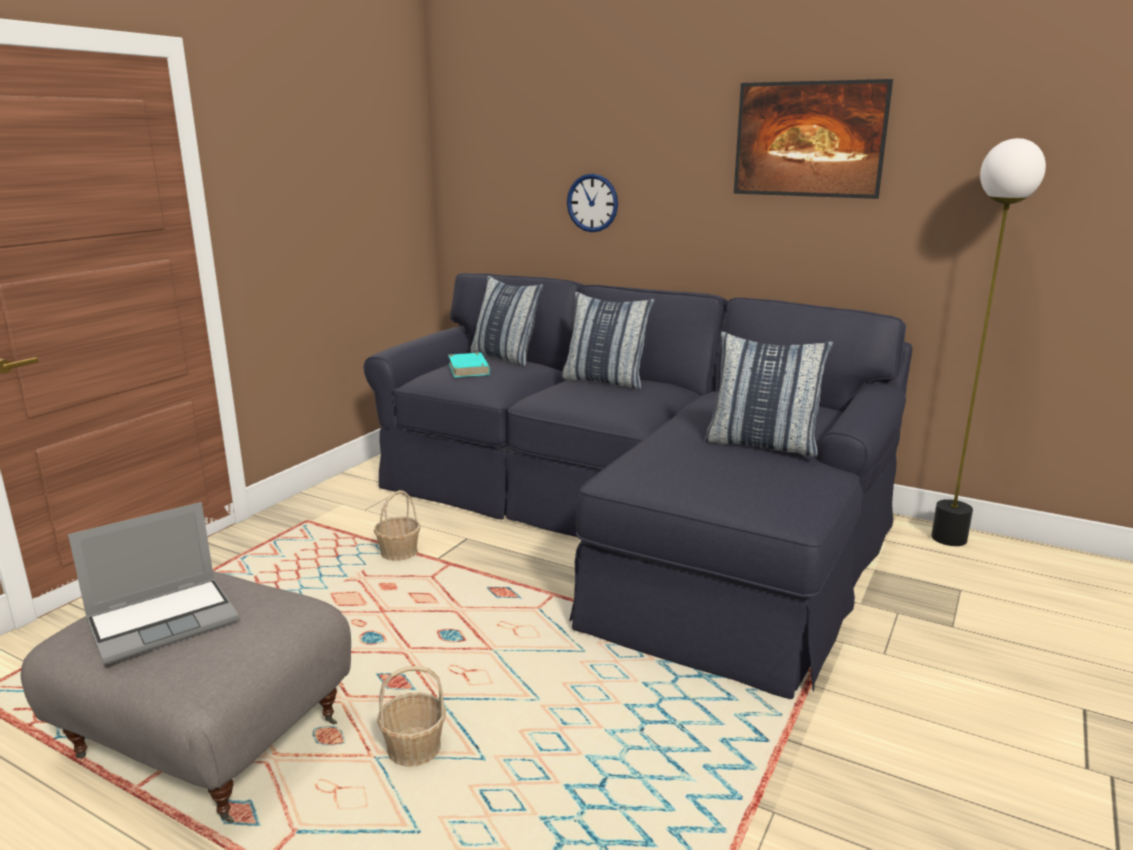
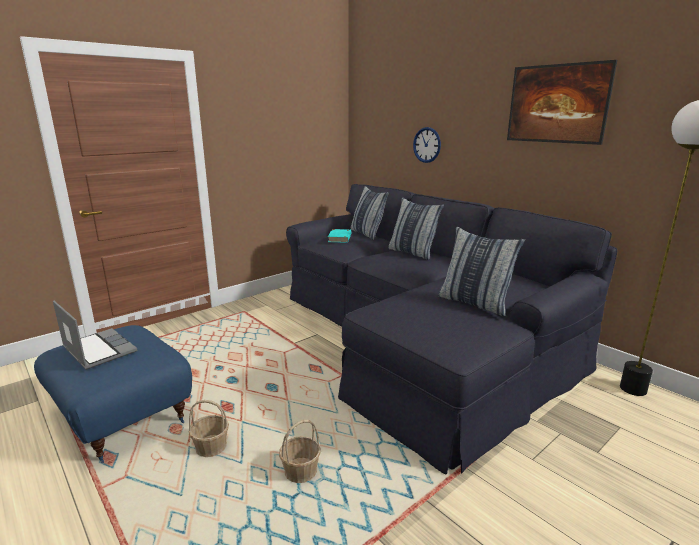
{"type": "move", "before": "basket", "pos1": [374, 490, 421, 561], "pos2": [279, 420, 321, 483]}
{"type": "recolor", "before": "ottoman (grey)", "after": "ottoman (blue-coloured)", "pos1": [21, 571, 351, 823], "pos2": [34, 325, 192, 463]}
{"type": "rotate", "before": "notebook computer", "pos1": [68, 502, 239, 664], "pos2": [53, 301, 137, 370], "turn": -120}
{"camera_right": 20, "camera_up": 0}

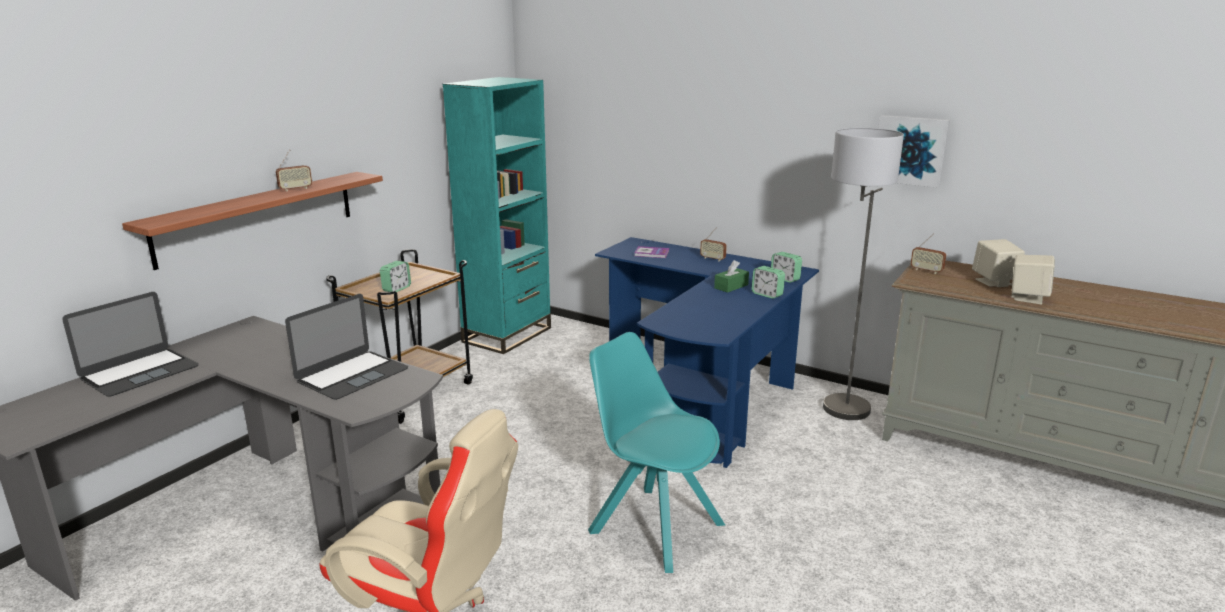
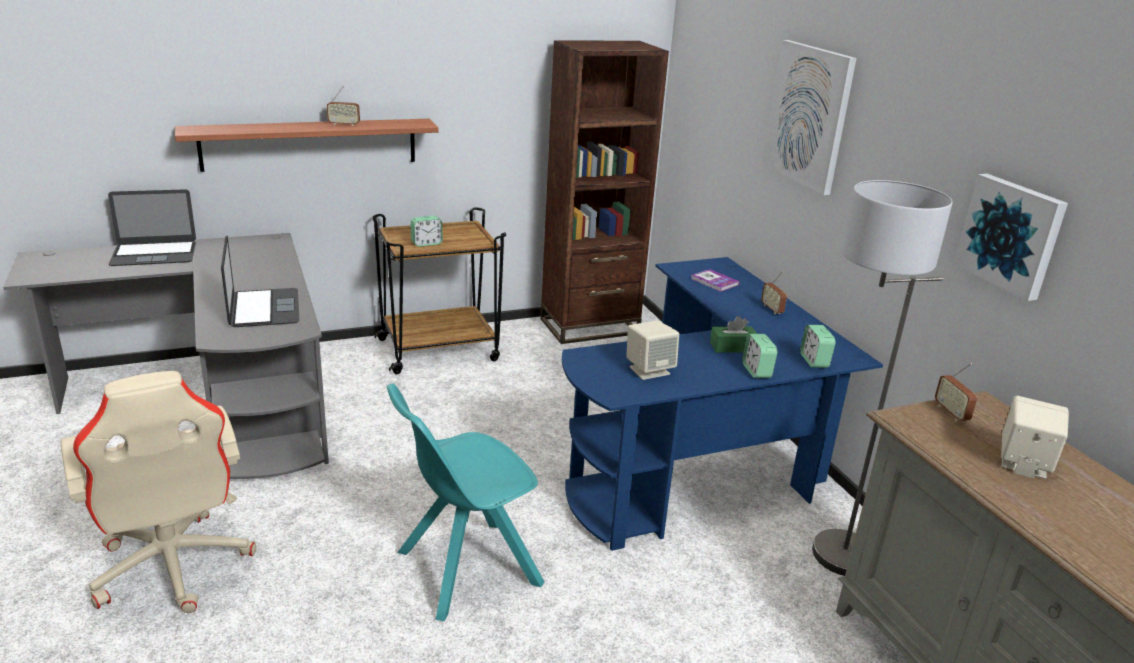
{"type": "insert", "after": "wall picture", "pos2": [763, 40, 857, 195]}
{"type": "move", "before": "speaker (beige-coloured)", "pos1": [1011, 255, 1055, 305], "pos2": [626, 320, 679, 380]}
{"type": "recolor", "before": "bookcase (blue-green)", "after": "bookcase (brownish)", "pos1": [443, 77, 551, 354], "pos2": [540, 41, 669, 344]}
{"type": "rotate", "before": "notebook computer", "pos1": [285, 294, 408, 400], "pos2": [221, 236, 299, 327], "turn": -90}
{"type": "rotate", "before": "plain chair (blue-green)", "pos1": [588, 332, 725, 573], "pos2": [387, 383, 545, 621], "turn": -105}
{"camera_right": 35, "camera_up": 5}

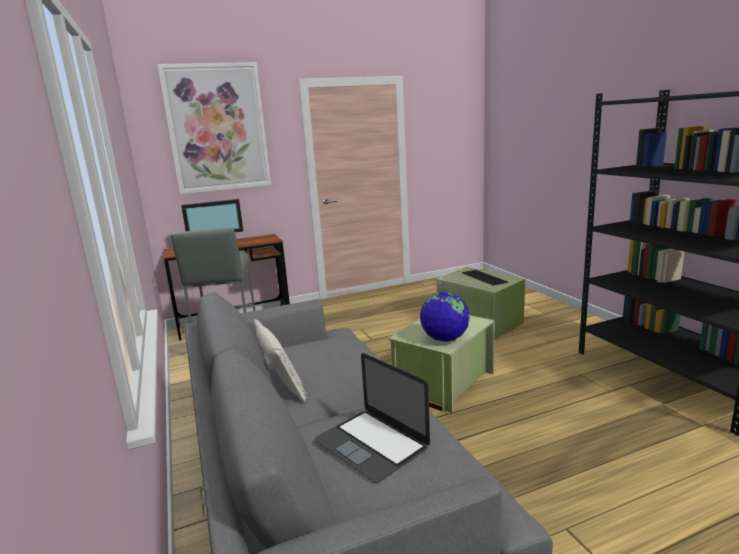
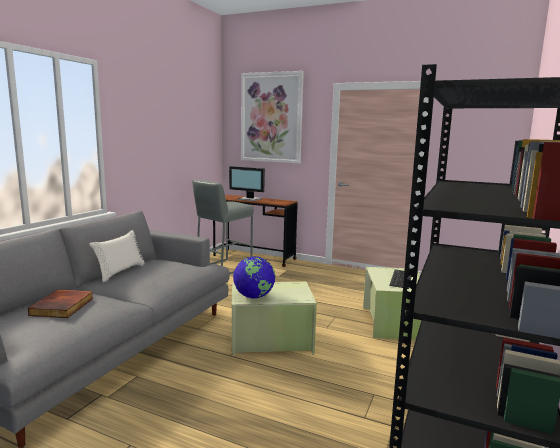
{"type": "replace", "before": "notebook computer", "after": "volume", "pos1": [315, 353, 430, 483], "pos2": [28, 290, 94, 318]}
{"camera_right": 45, "camera_up": -5}

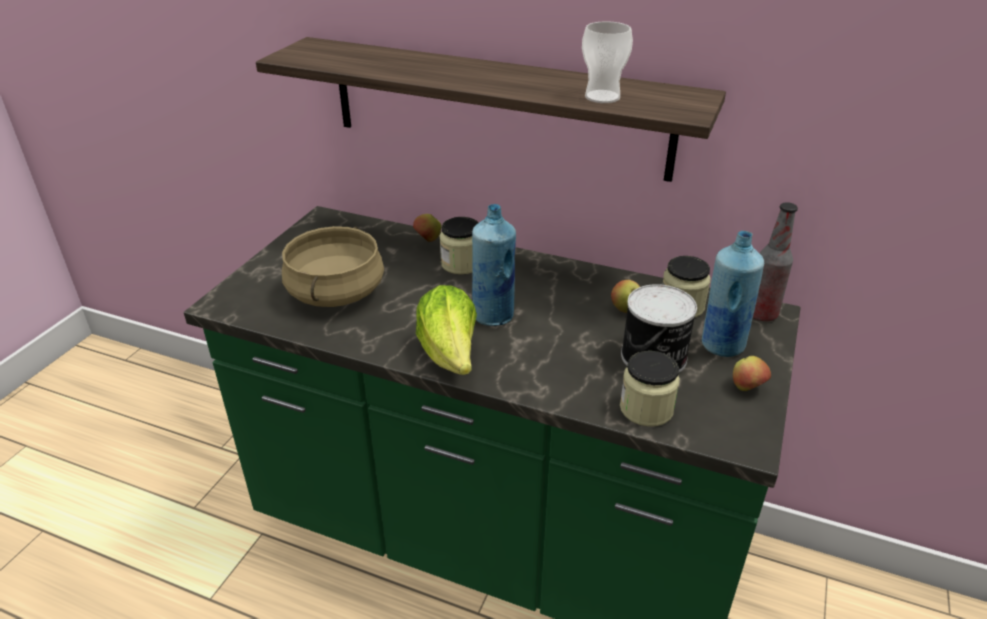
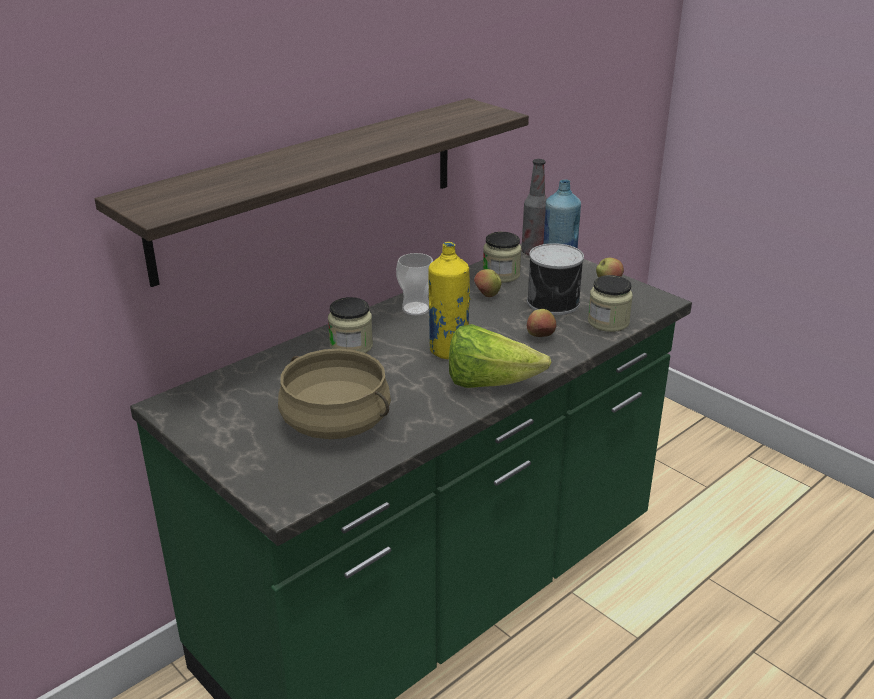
{"type": "move", "before": "whole apple", "pos1": [413, 214, 441, 242], "pos2": [527, 309, 556, 337]}
{"type": "move", "before": "small cup", "pos1": [582, 21, 633, 103], "pos2": [396, 253, 433, 315]}
{"type": "recolor", "before": "bottle (blue-coloured)", "after": "bottle (yellow)", "pos1": [472, 204, 516, 326], "pos2": [429, 242, 471, 359]}
{"camera_right": -65, "camera_up": -5}

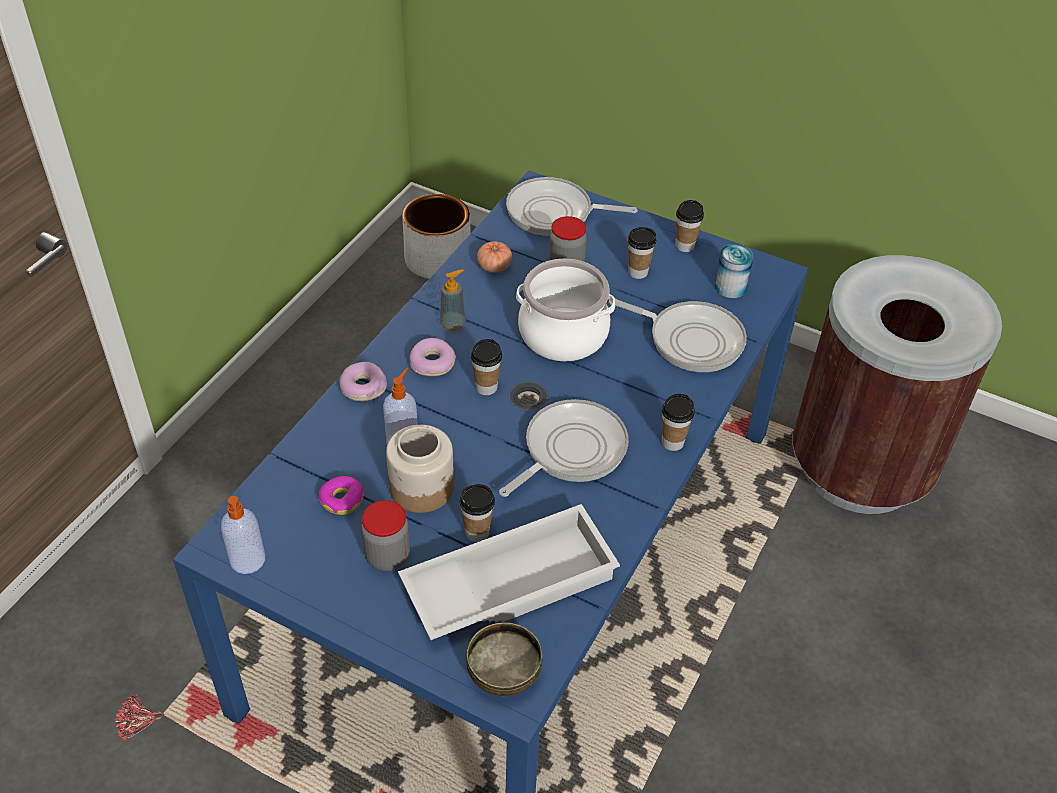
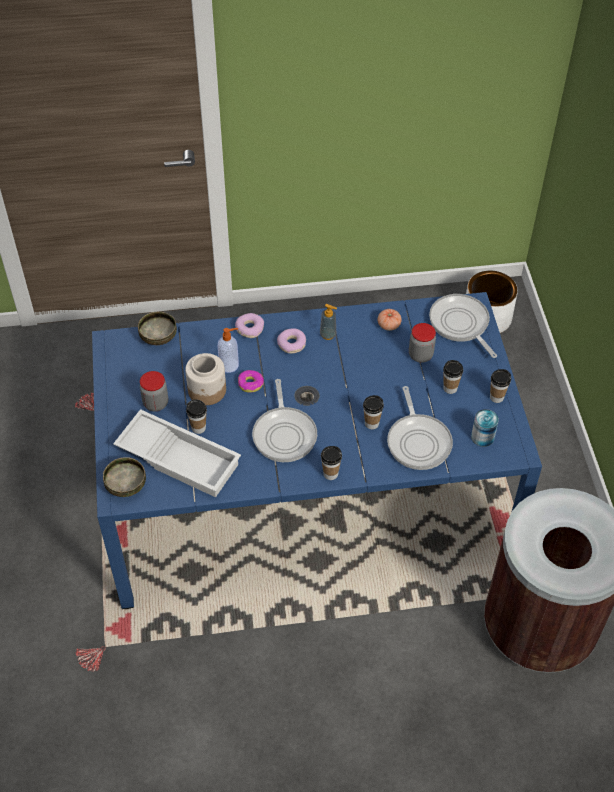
{"type": "delete", "before": "soap dispenser", "pos1": [221, 496, 265, 574]}
{"type": "delete", "before": "stockpot", "pos1": [516, 259, 615, 362]}
{"type": "insert", "after": "bowl", "pos2": [138, 312, 177, 345]}
{"type": "move", "before": "donut", "pos1": [319, 476, 364, 515], "pos2": [238, 370, 264, 393]}
{"type": "move", "before": "small cup", "pos1": [471, 339, 502, 395], "pos2": [363, 395, 384, 429]}
{"type": "rotate", "before": "frying pan", "pos1": [499, 399, 629, 497], "pos2": [252, 379, 317, 462], "turn": 75}
{"camera_right": 55, "camera_up": 5}

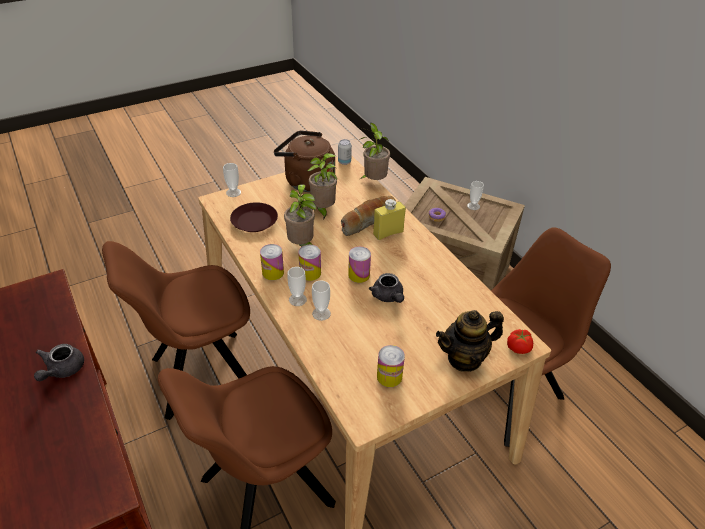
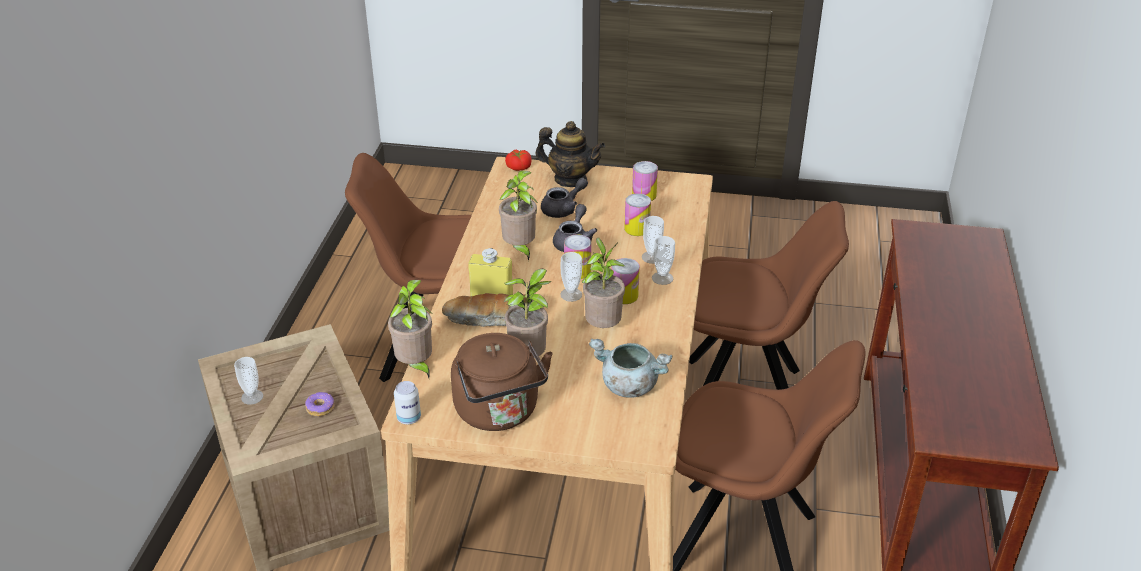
{"type": "insert", "after": "potted plant", "pos2": [499, 171, 538, 261]}
{"type": "move", "before": "tea pot (grey)", "pos1": [34, 344, 84, 381], "pos2": [541, 178, 588, 218]}
{"type": "move", "before": "small cup", "pos1": [223, 163, 241, 197], "pos2": [560, 252, 582, 302]}
{"type": "move", "before": "can", "pos1": [260, 244, 284, 280], "pos2": [624, 193, 651, 236]}
{"type": "replace", "before": "plate (brownish)", "after": "stockpot (grey)", "pos1": [230, 202, 278, 232], "pos2": [589, 339, 672, 398]}
{"camera_right": -140, "camera_up": -5}

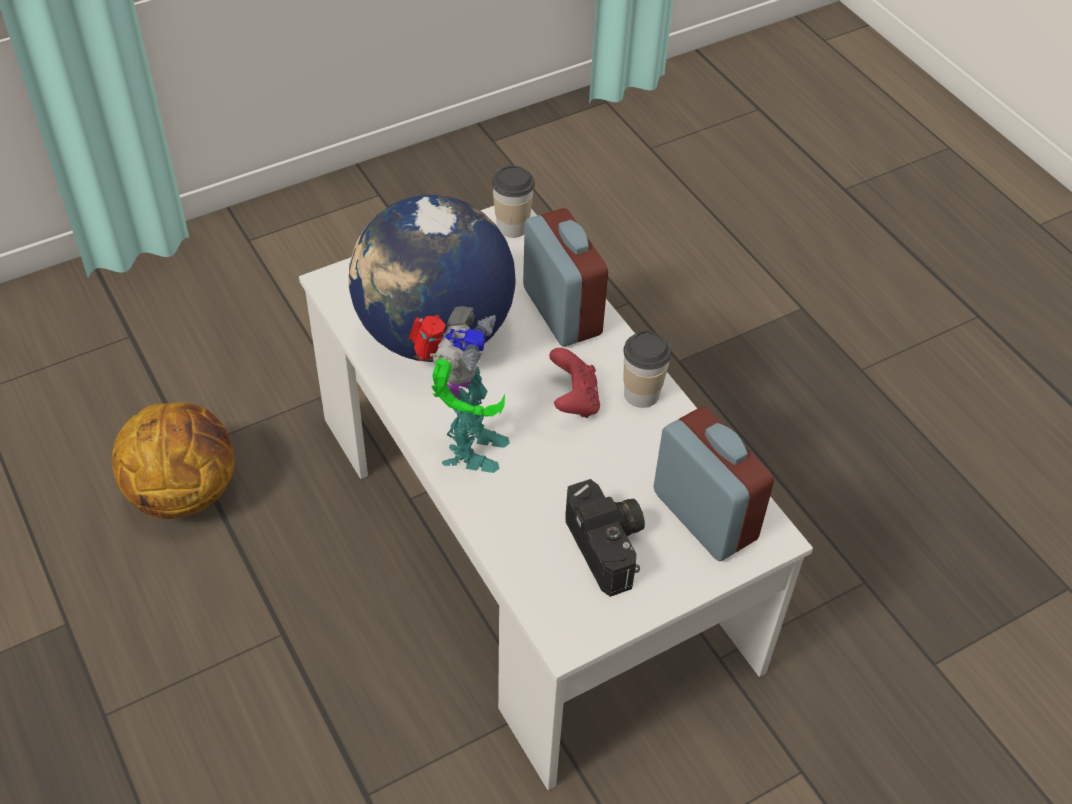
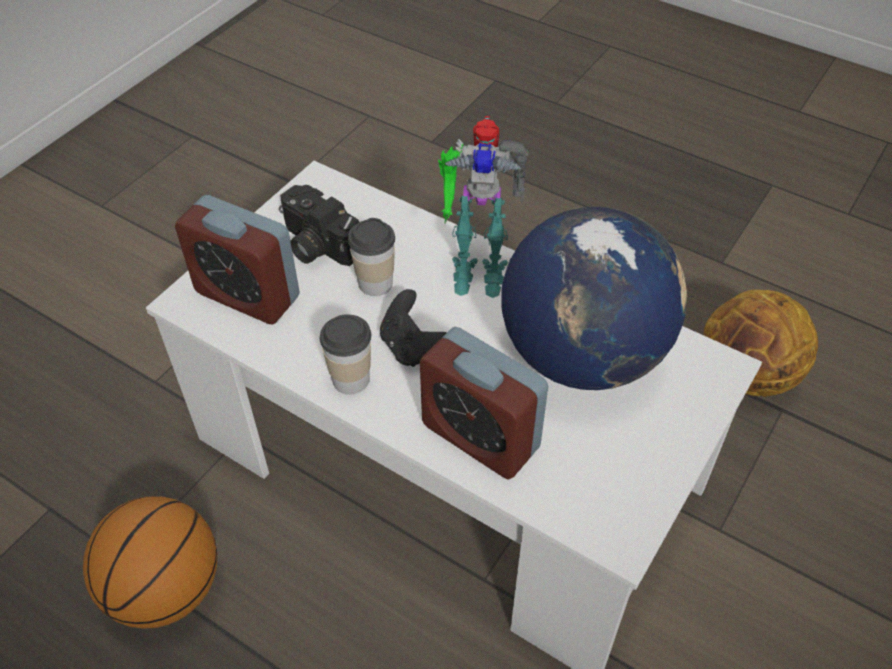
{"type": "insert", "after": "ball for basketball", "pos2": [83, 496, 217, 629]}
{"type": "move", "before": "small cup", "pos1": [492, 165, 535, 238], "pos2": [348, 218, 395, 296]}
{"type": "recolor", "before": "gamepad (red-coloured)", "after": "gamepad (blackish)", "pos1": [549, 348, 600, 418], "pos2": [380, 289, 447, 367]}
{"type": "rotate", "before": "model robot", "pos1": [409, 306, 510, 473], "pos2": [438, 116, 529, 298], "turn": -75}
{"camera_right": 155, "camera_up": 0}

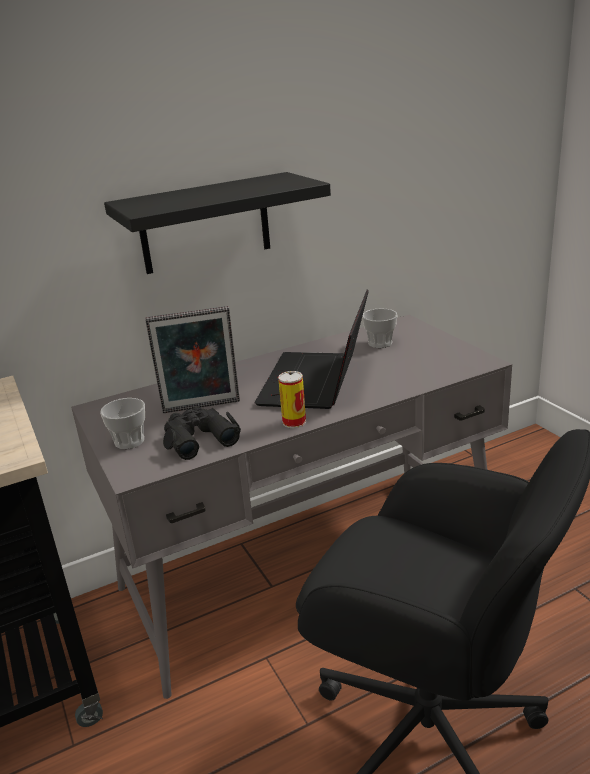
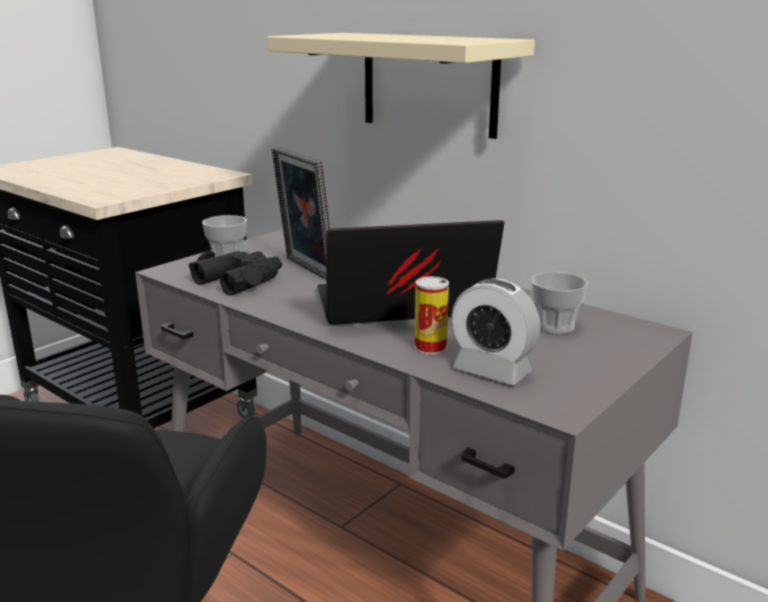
{"type": "insert", "after": "table clock", "pos2": [451, 278, 540, 385]}
{"type": "move", "before": "can", "pos1": [278, 371, 306, 428], "pos2": [414, 276, 449, 355]}
{"type": "recolor", "before": "wall shelf (blackish)", "after": "wall shelf (beige-coloured)", "pos1": [104, 172, 331, 274], "pos2": [267, 33, 535, 139]}
{"camera_right": 65, "camera_up": -5}

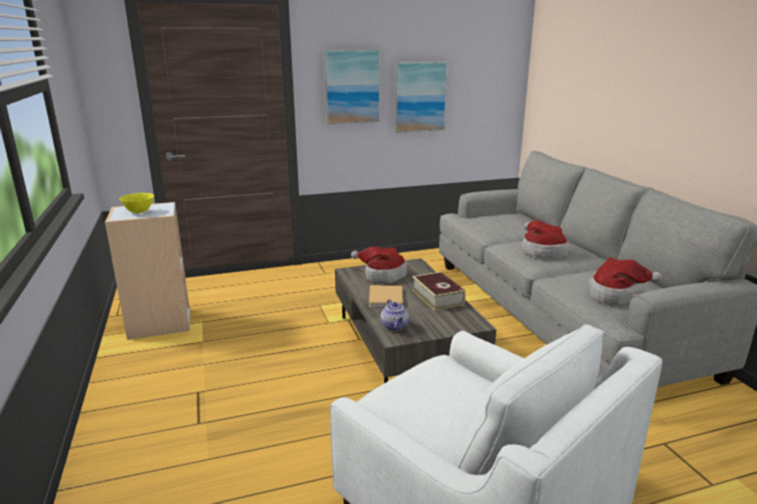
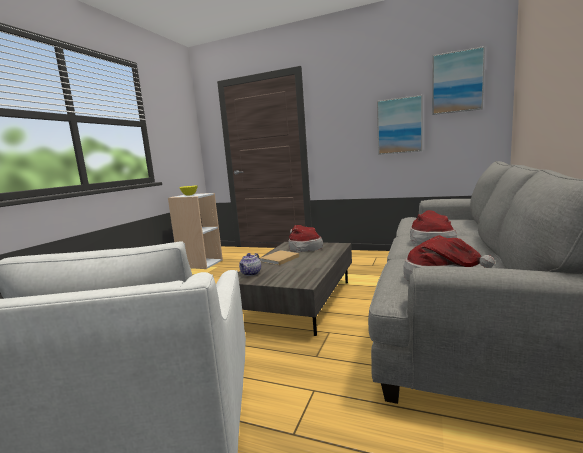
{"type": "delete", "before": "volume", "pos1": [412, 272, 466, 311]}
{"type": "move", "before": "wall picture", "pos1": [324, 50, 381, 124], "pos2": [432, 46, 485, 115]}
{"camera_right": 40, "camera_up": -10}

